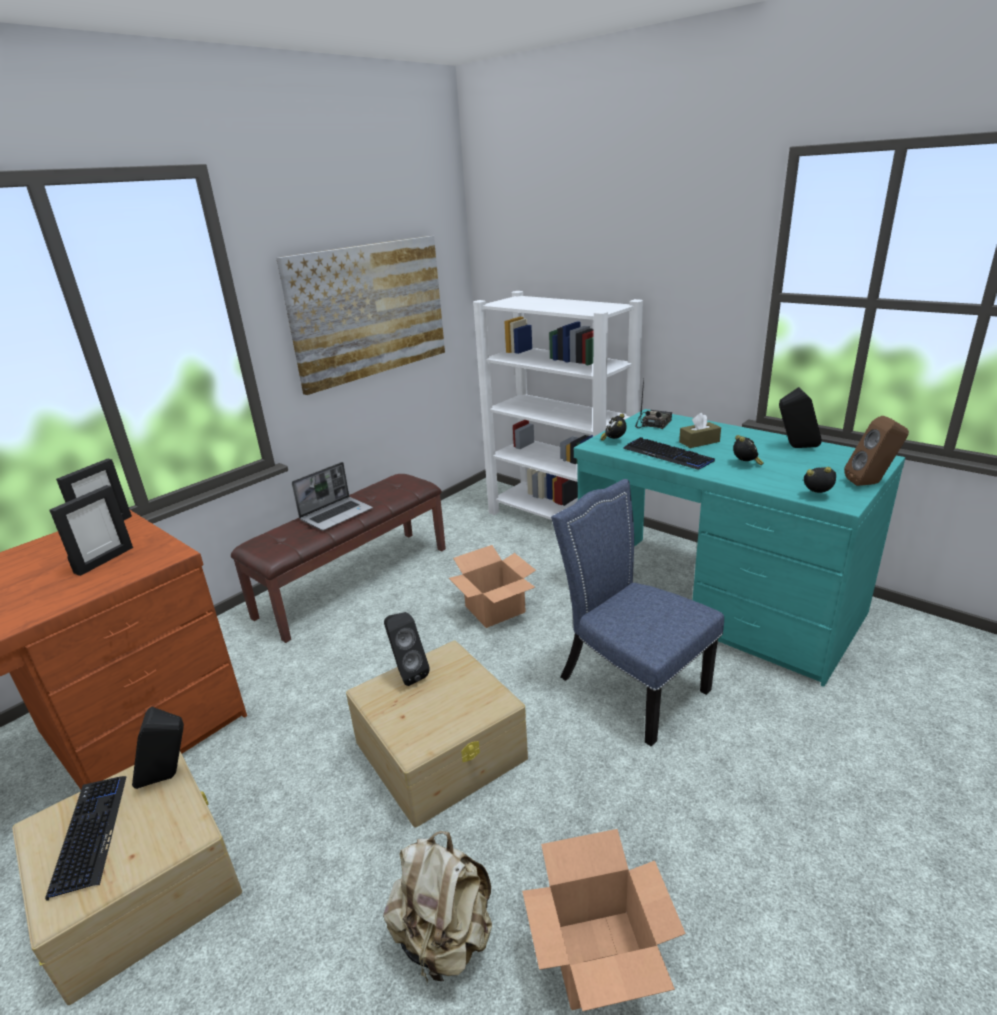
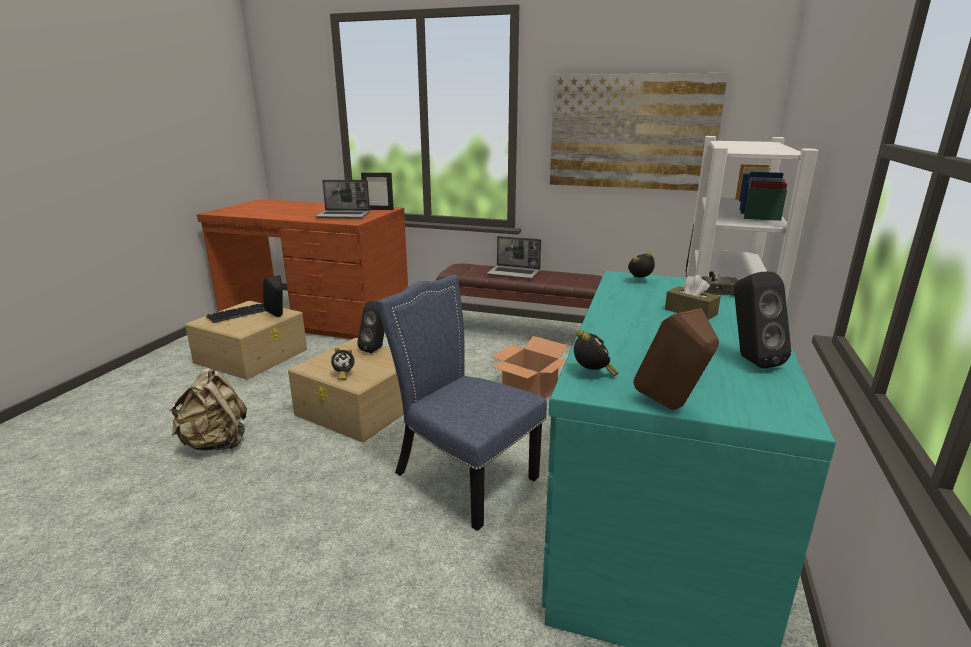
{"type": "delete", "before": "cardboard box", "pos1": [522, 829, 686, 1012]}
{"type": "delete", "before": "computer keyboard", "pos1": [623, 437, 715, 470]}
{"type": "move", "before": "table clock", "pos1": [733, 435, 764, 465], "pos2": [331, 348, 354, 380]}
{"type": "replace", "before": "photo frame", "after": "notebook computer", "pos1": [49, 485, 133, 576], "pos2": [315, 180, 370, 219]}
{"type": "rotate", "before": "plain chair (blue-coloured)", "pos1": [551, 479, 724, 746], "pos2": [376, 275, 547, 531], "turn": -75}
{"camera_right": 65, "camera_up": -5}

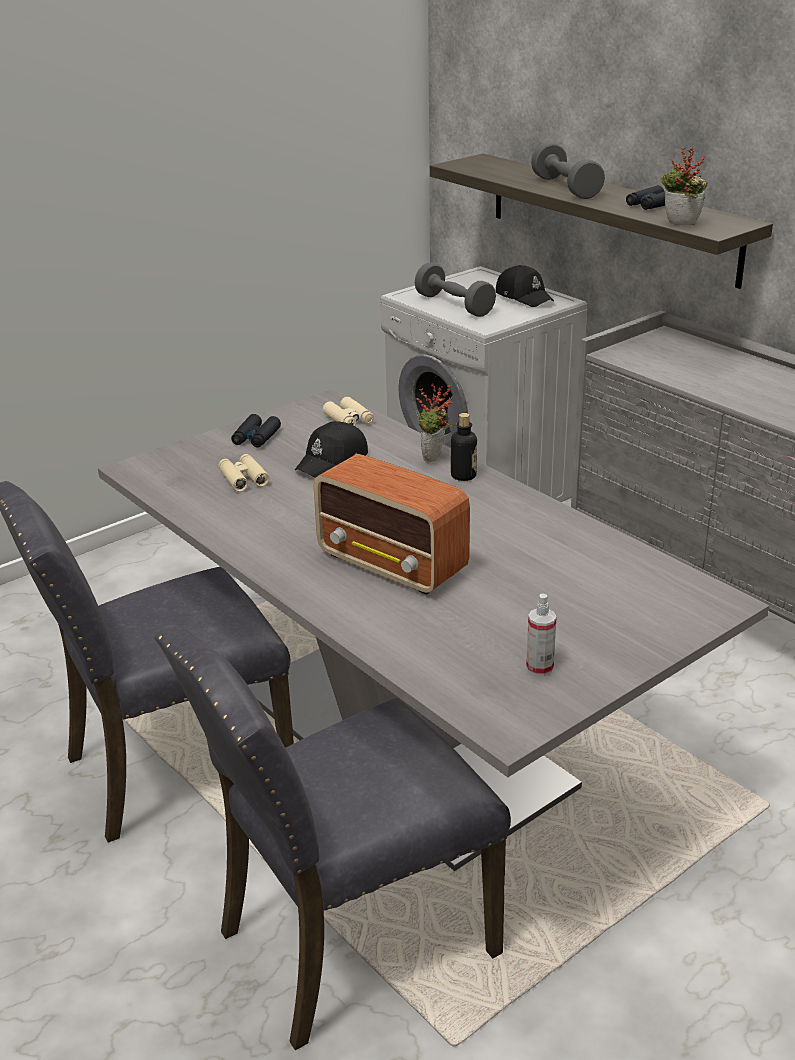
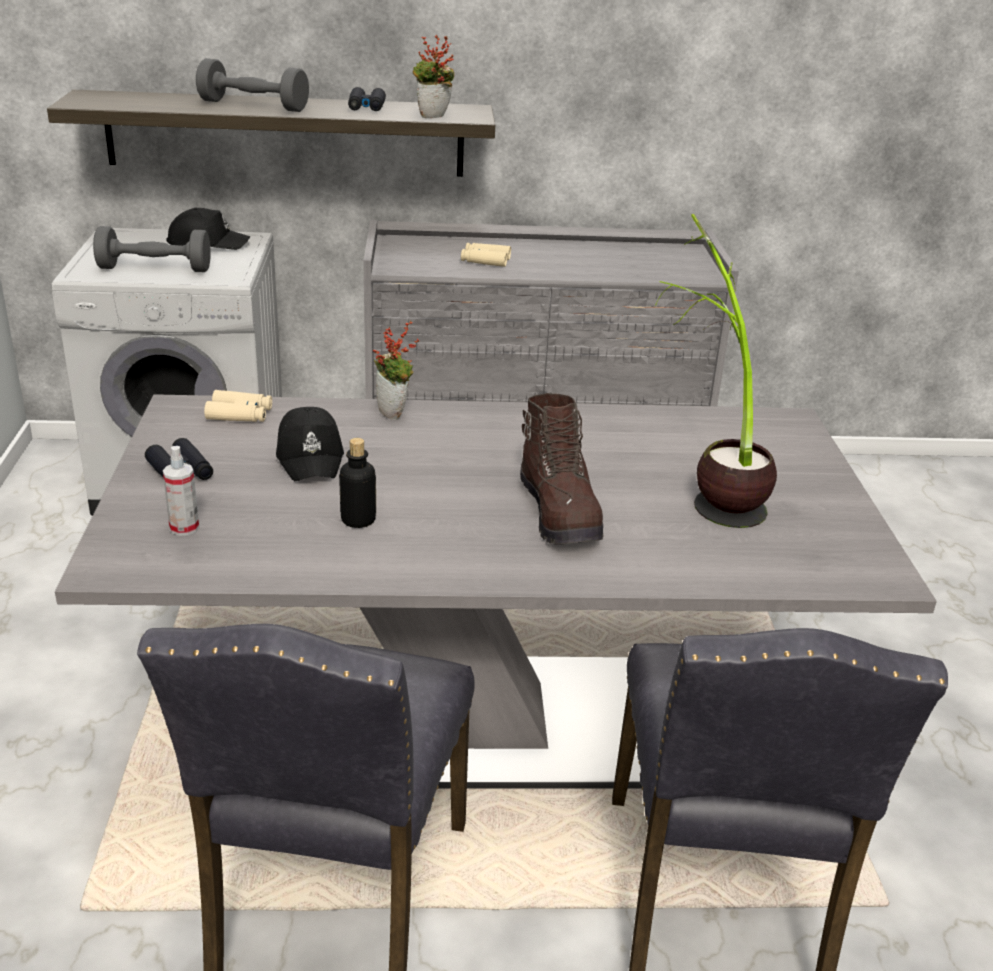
{"type": "insert", "after": "potted plant", "pos2": [655, 214, 777, 528]}
{"type": "move", "before": "pair of binoculars (beige-coloured)", "pos1": [218, 454, 269, 492], "pos2": [461, 243, 511, 267]}
{"type": "move", "before": "bottle", "pos1": [451, 413, 477, 481], "pos2": [339, 438, 376, 528]}
{"type": "move", "before": "spray bottle", "pos1": [526, 593, 557, 676], "pos2": [163, 446, 199, 536]}
{"type": "replace", "before": "radio", "after": "tall boot (brownish)", "pos1": [314, 454, 470, 595], "pos2": [520, 393, 604, 544]}
{"camera_right": -55, "camera_up": 0}

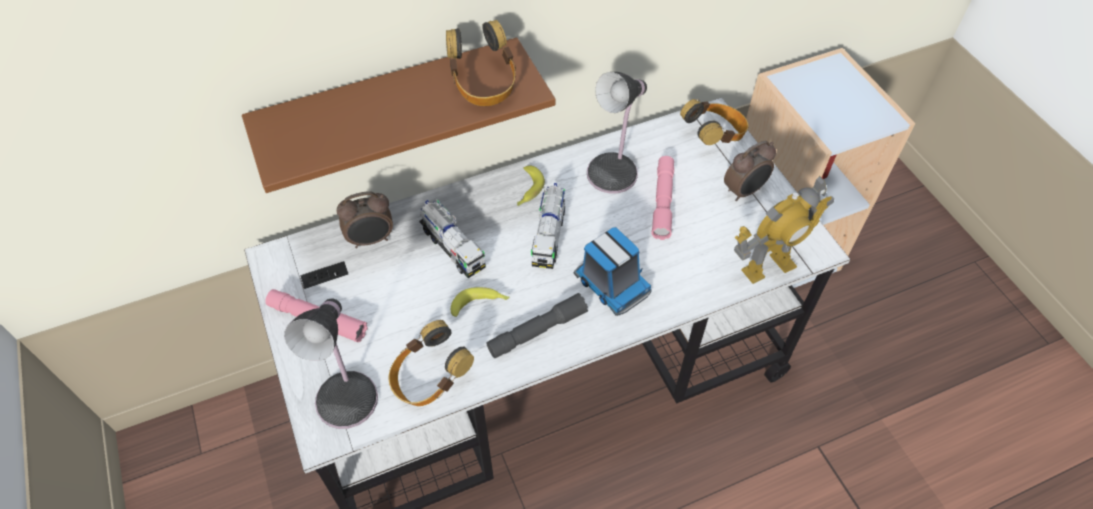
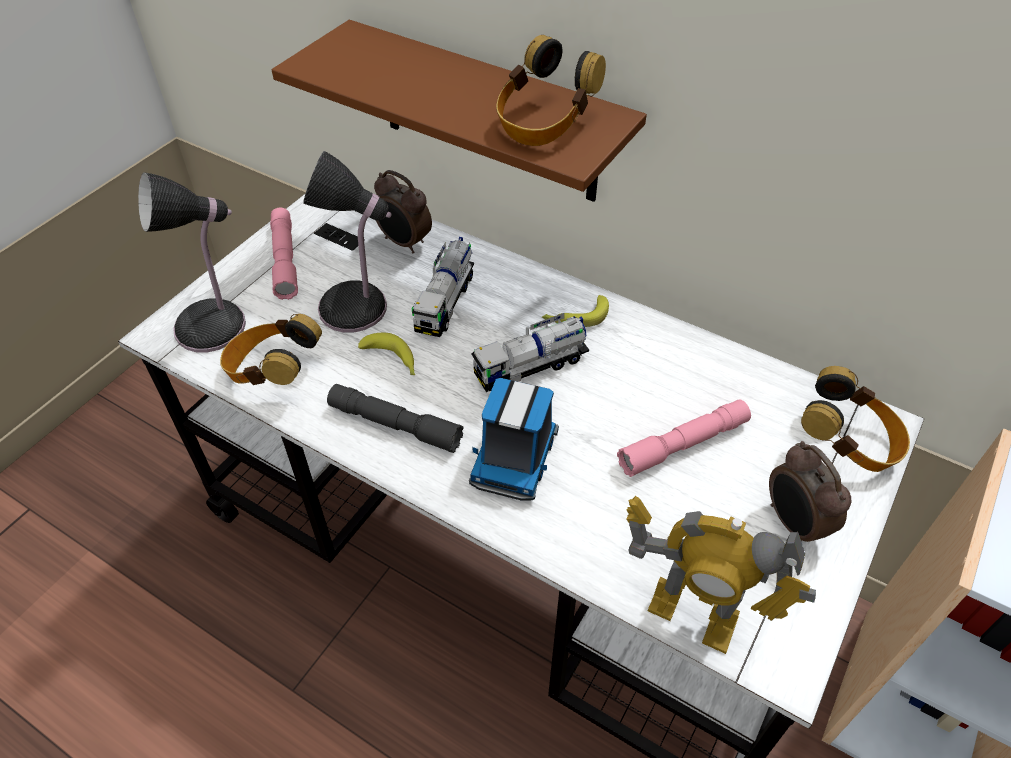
{"type": "move", "before": "lamp for a table", "pos1": [587, 72, 647, 193], "pos2": [303, 151, 392, 333]}
{"type": "rotate", "before": "table clock", "pos1": [724, 141, 776, 201], "pos2": [769, 441, 851, 542], "turn": 45}
{"camera_right": 55, "camera_up": -5}

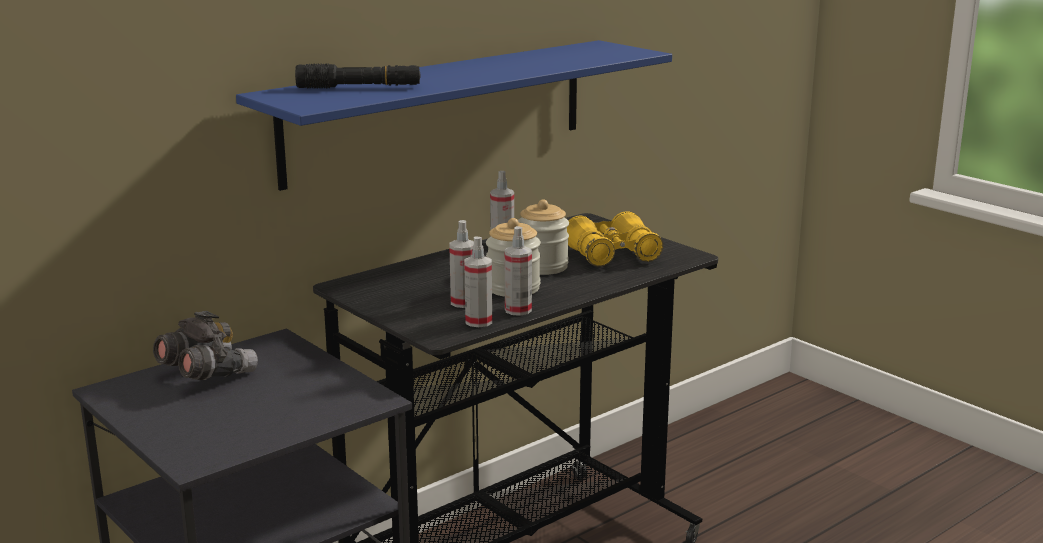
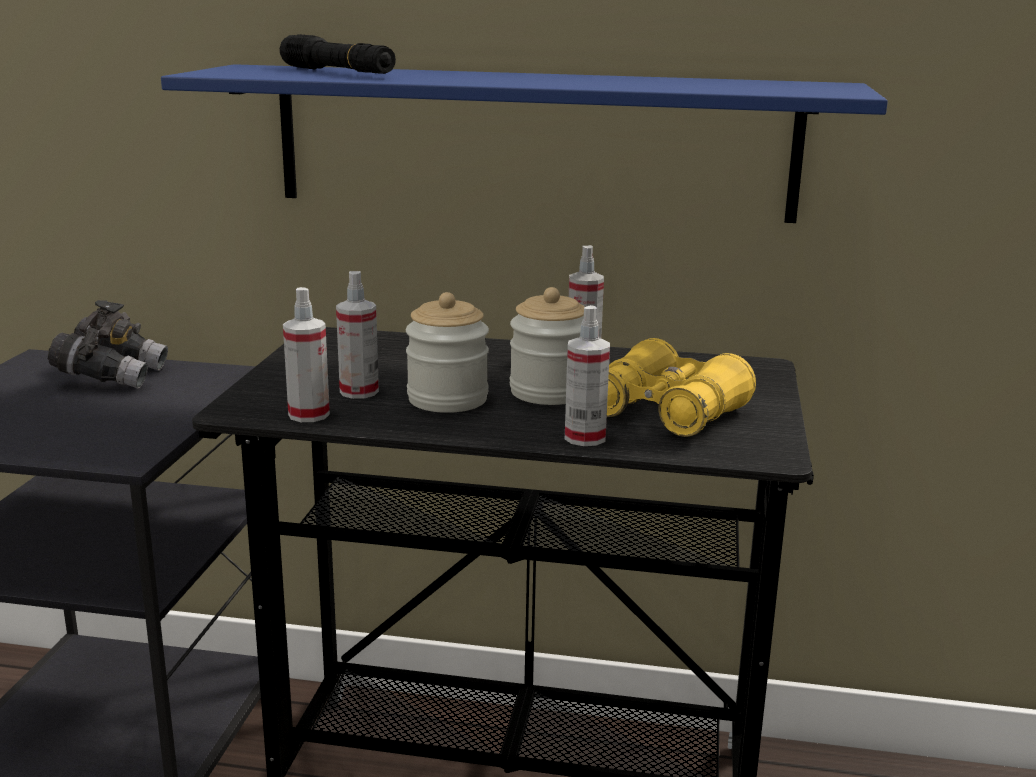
{"type": "move", "before": "spray bottle", "pos1": [505, 226, 532, 316], "pos2": [565, 305, 610, 446]}
{"camera_right": 50, "camera_up": 0}

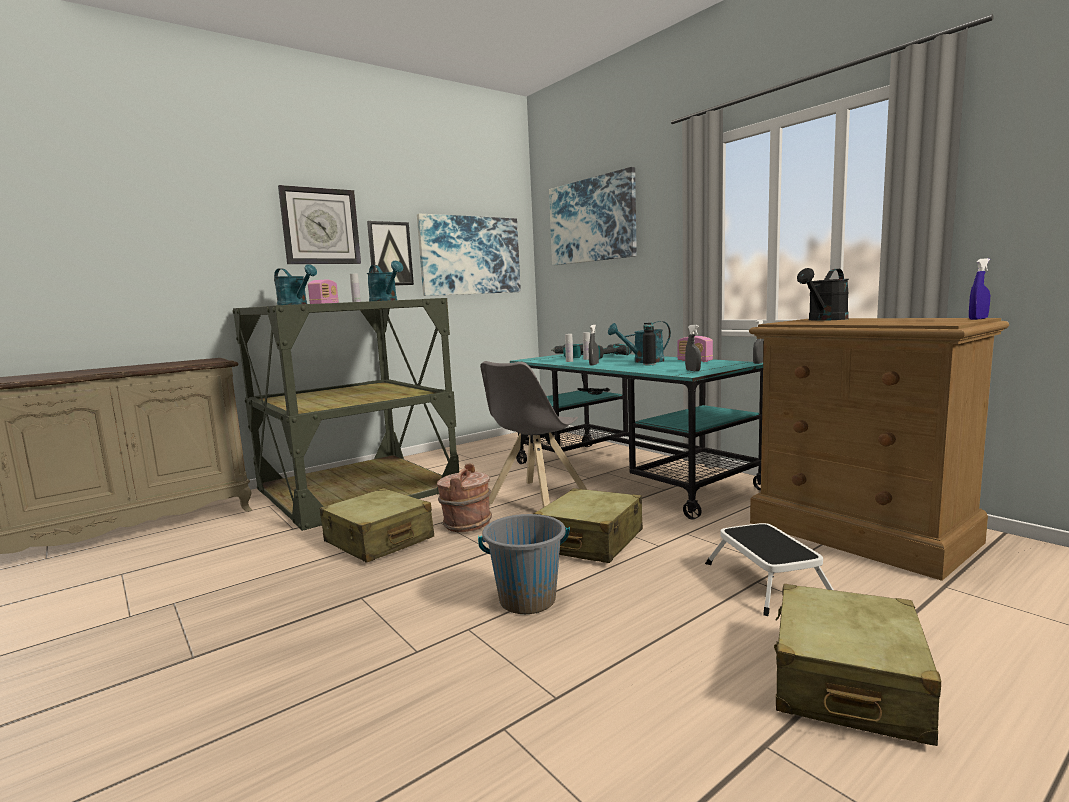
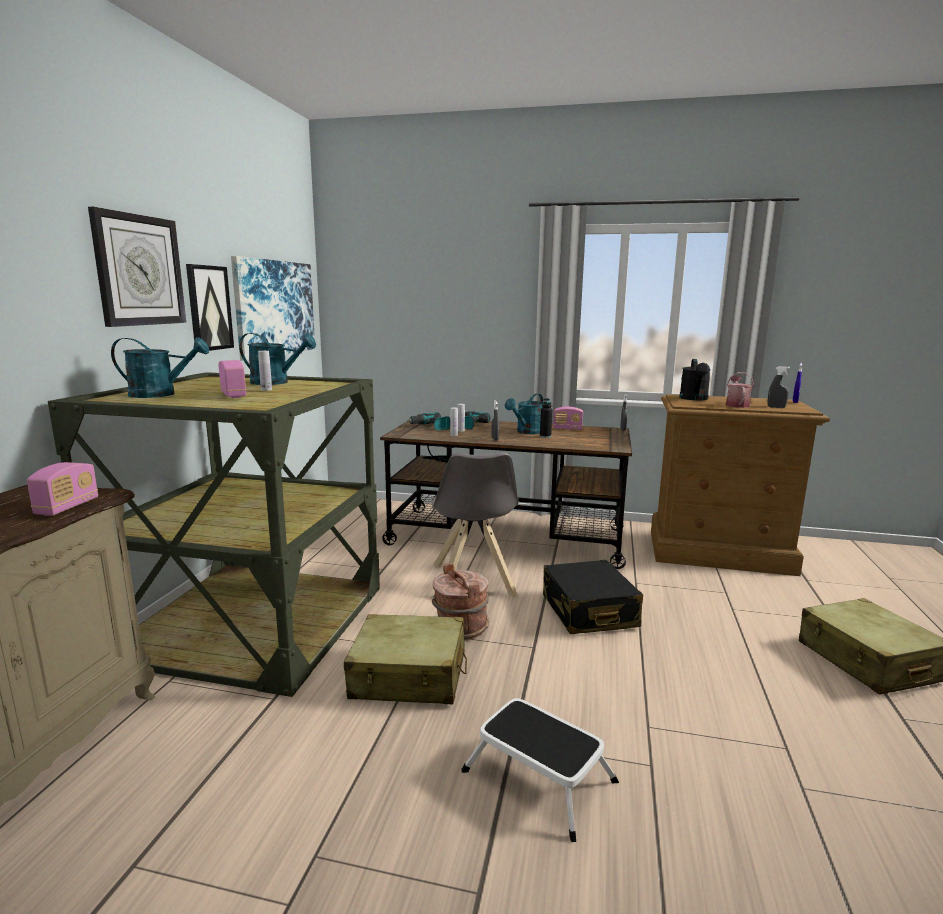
{"type": "delete", "before": "bucket (grey)", "pos1": [478, 514, 570, 614]}
{"type": "delete", "before": "wall picture", "pos1": [549, 167, 637, 265]}
{"type": "insert", "after": "radio", "pos2": [27, 462, 98, 516]}
{"type": "insert", "after": "watering can", "pos2": [726, 372, 754, 408]}
{"type": "move", "before": "spray bottle (grey)", "pos1": [685, 325, 701, 371], "pos2": [768, 366, 790, 408]}
{"type": "move", "before": "step ladder (blackish)", "pos1": [705, 523, 834, 616], "pos2": [461, 698, 619, 842]}
{"type": "recolor", "before": "desk unit (blue-green)", "after": "desk unit (brownish)", "pos1": [510, 353, 763, 519], "pos2": [380, 421, 632, 569]}
{"type": "recolor", "before": "travel case (beige-coloured)", "after": "travel case (blackish)", "pos1": [533, 488, 643, 563], "pos2": [543, 560, 643, 634]}
{"camera_right": -40, "camera_up": 5}

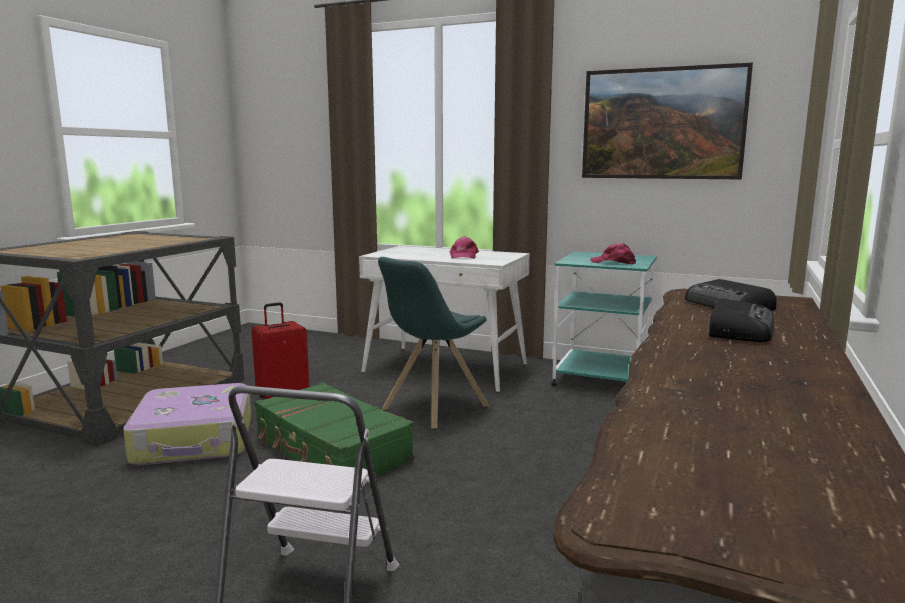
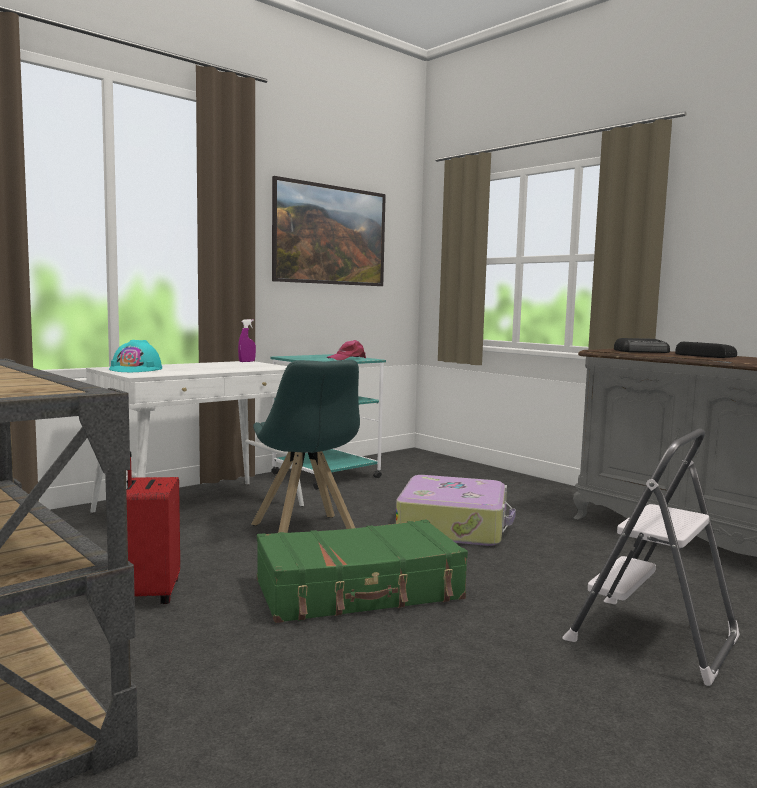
{"type": "delete", "before": "baseball cap (pinkish)", "pos1": [450, 236, 479, 259]}
{"type": "insert", "after": "work helmet (blue-green)", "pos2": [109, 340, 162, 372]}
{"type": "insert", "after": "spray bottle (purple)", "pos2": [238, 319, 256, 362]}
{"type": "move", "before": "travel case", "pos1": [123, 383, 251, 465], "pos2": [396, 475, 516, 546]}
{"camera_right": -65, "camera_up": -5}

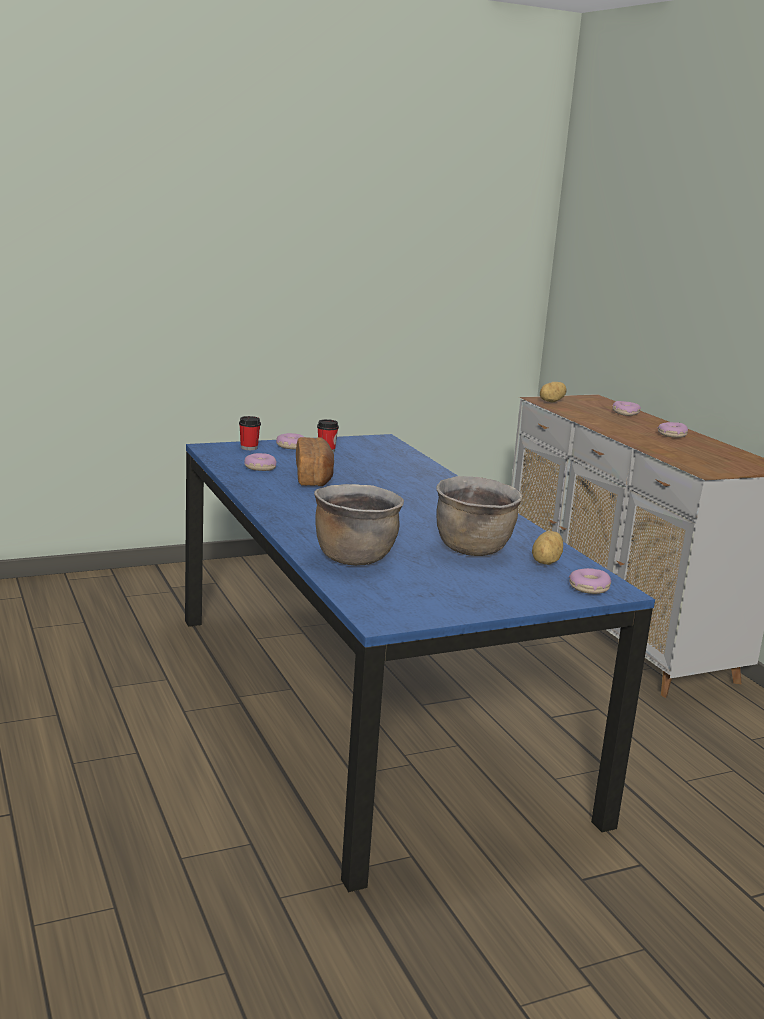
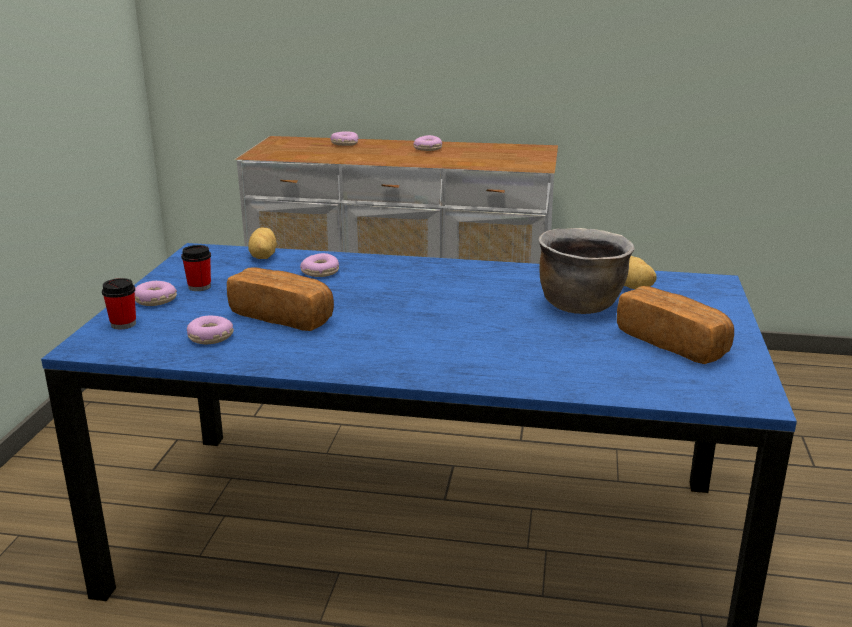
{"type": "delete", "before": "stockpot (brownish)", "pos1": [314, 484, 404, 566]}
{"type": "insert", "after": "bread", "pos2": [617, 286, 734, 364]}
{"type": "move", "before": "potato", "pos1": [540, 382, 566, 402], "pos2": [248, 228, 277, 259]}
{"type": "move", "before": "donut", "pos1": [569, 568, 611, 594], "pos2": [300, 253, 339, 277]}
{"camera_right": -55, "camera_up": 5}

